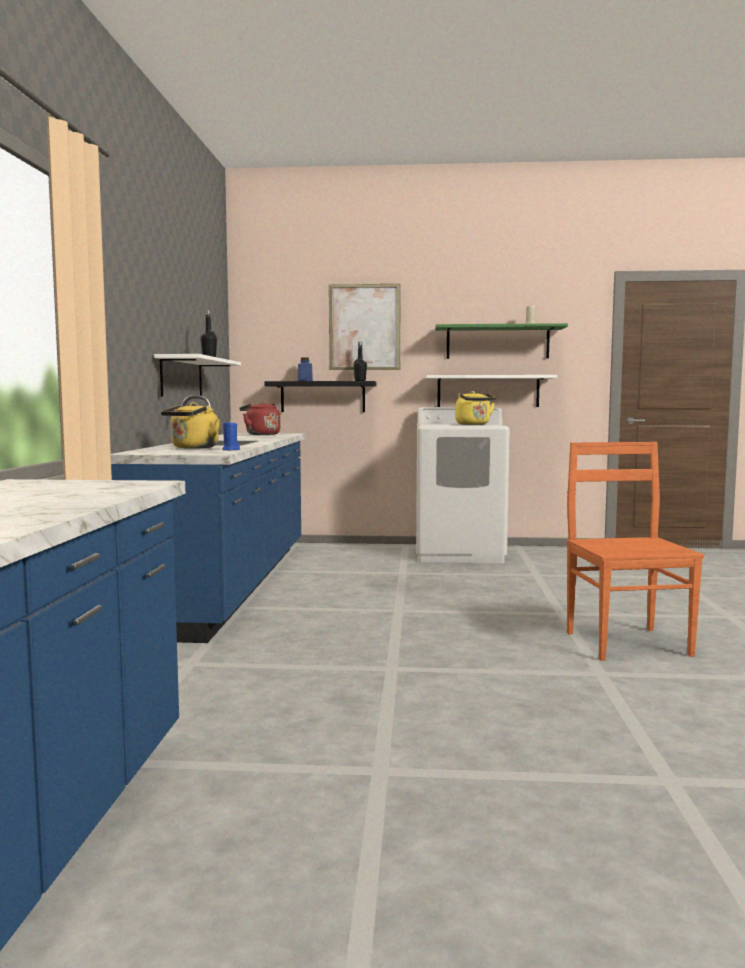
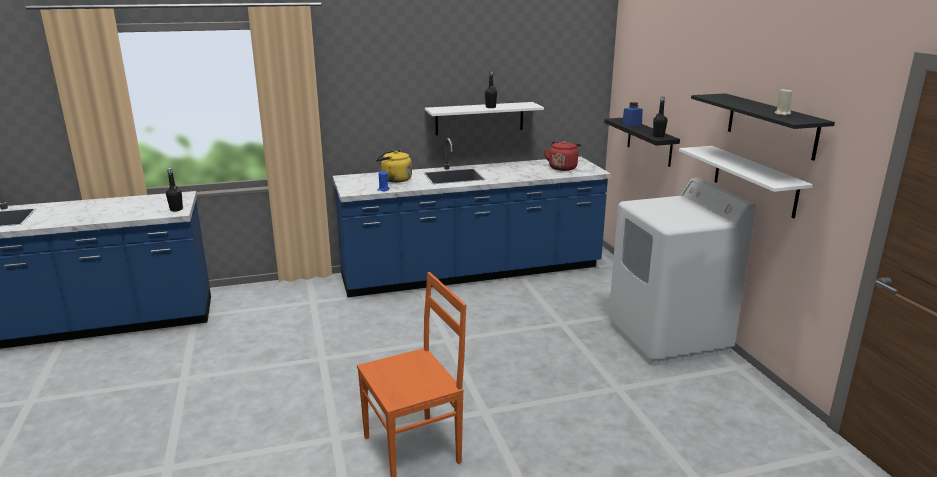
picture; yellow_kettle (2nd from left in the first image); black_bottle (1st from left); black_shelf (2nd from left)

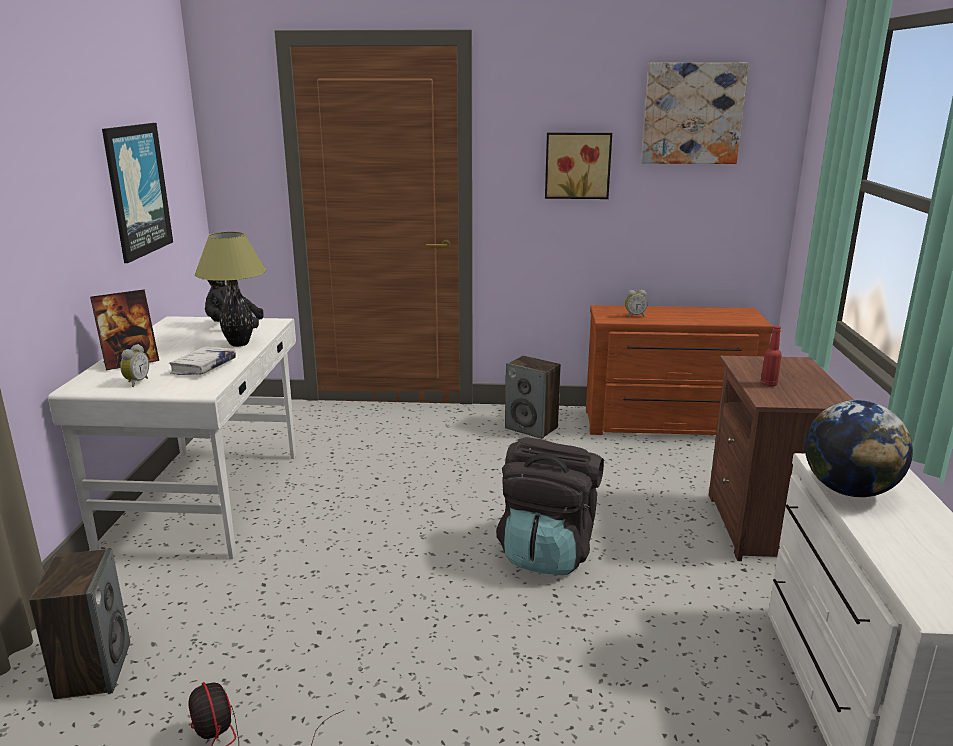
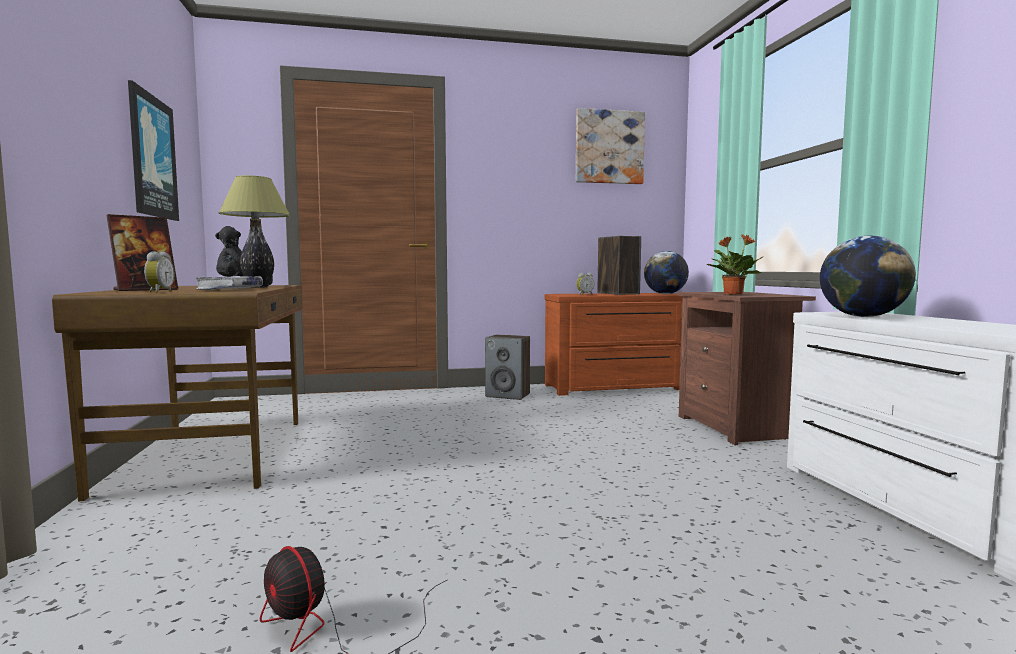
black_backpack; picture (2nd from left in the first image); globe (1st from left); speaker (2nd from left); potted_plant; brown_desk

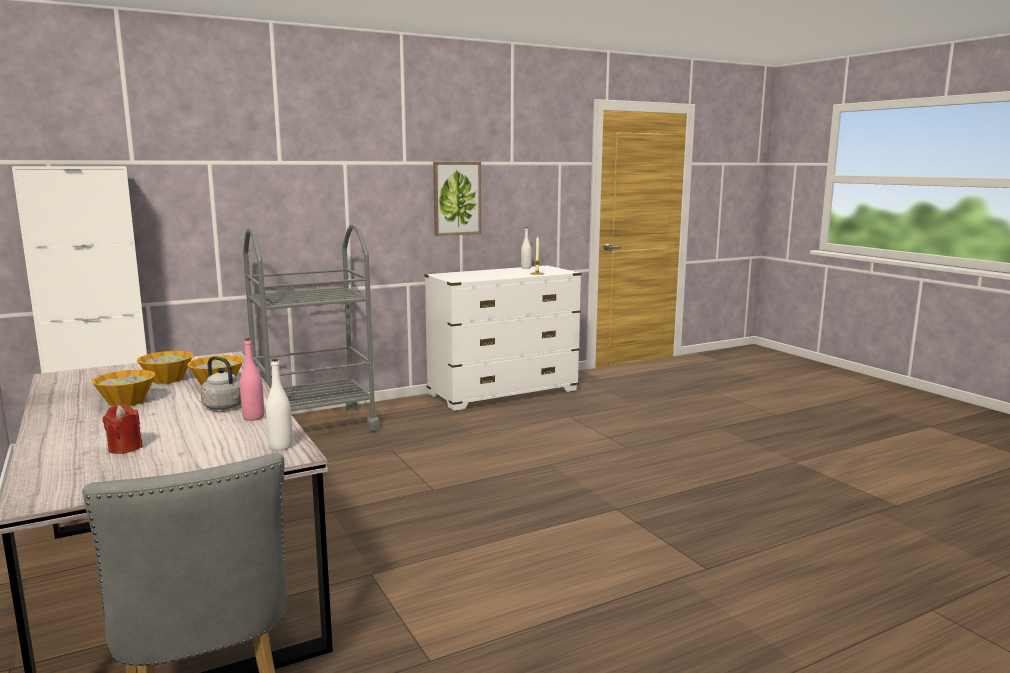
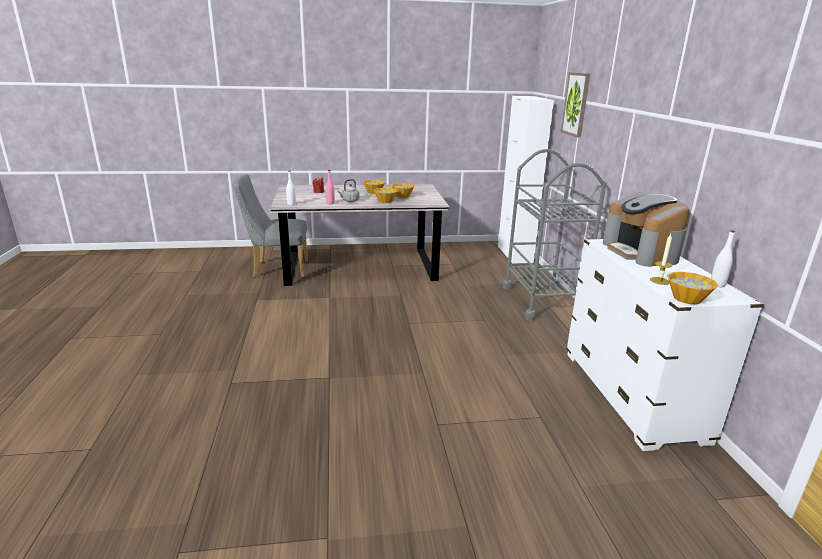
coffee_machine; bowl (4th from left); picture

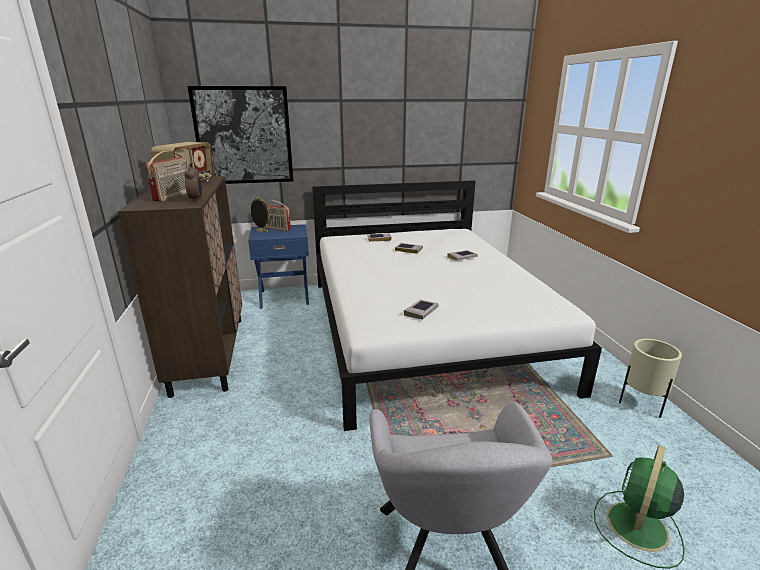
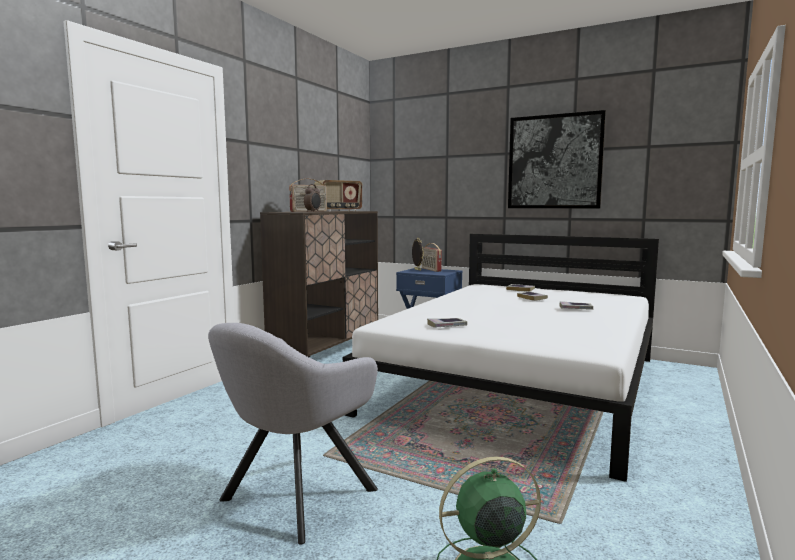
beige_planter; picture

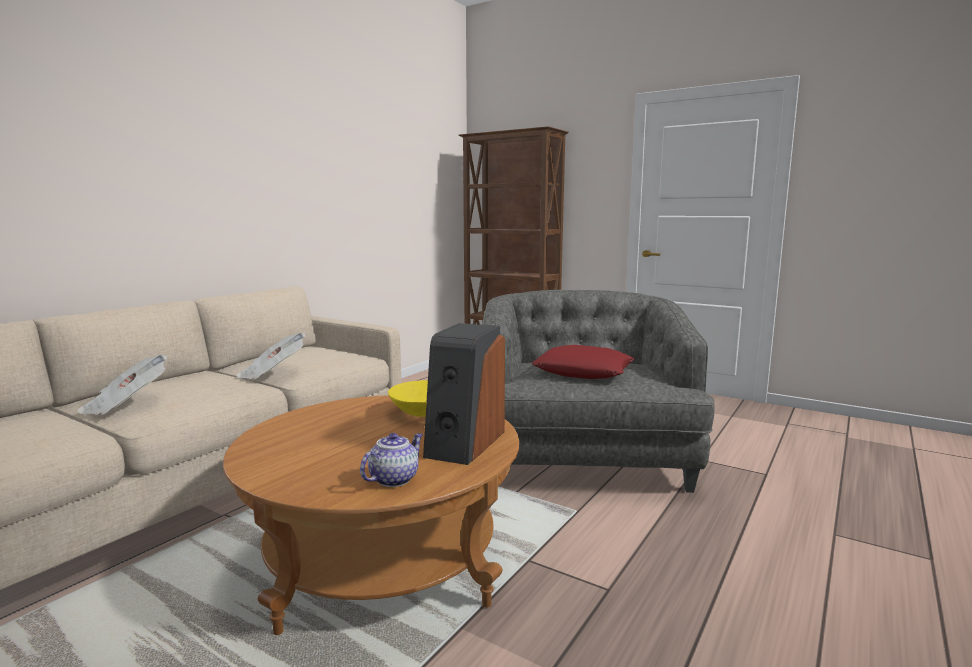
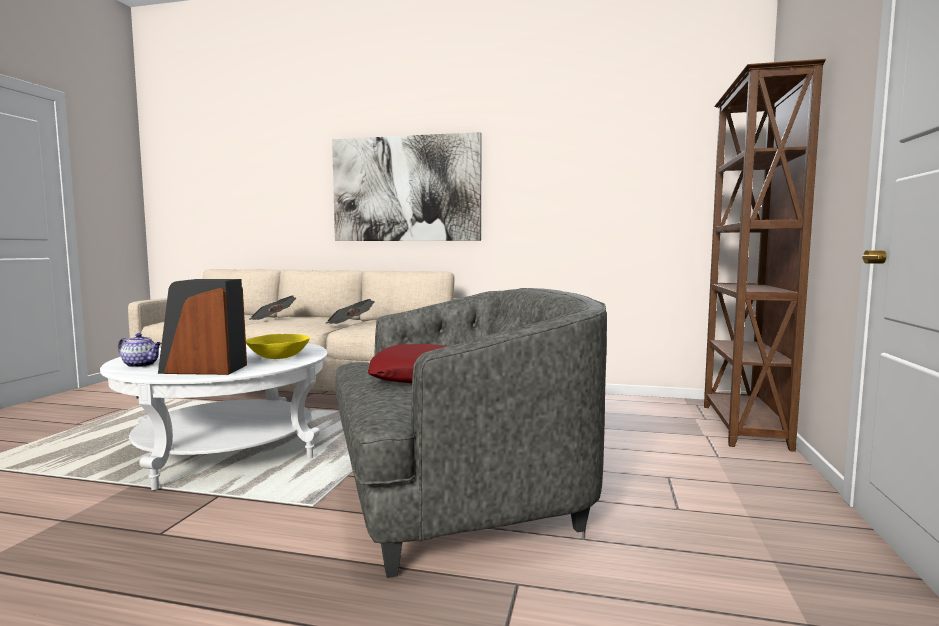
picture; white_coffee_table

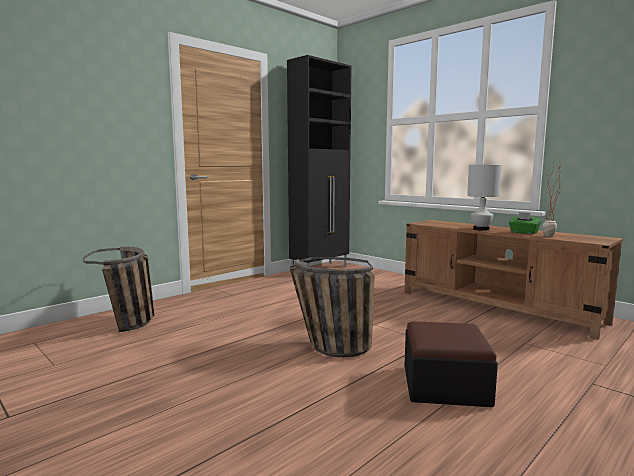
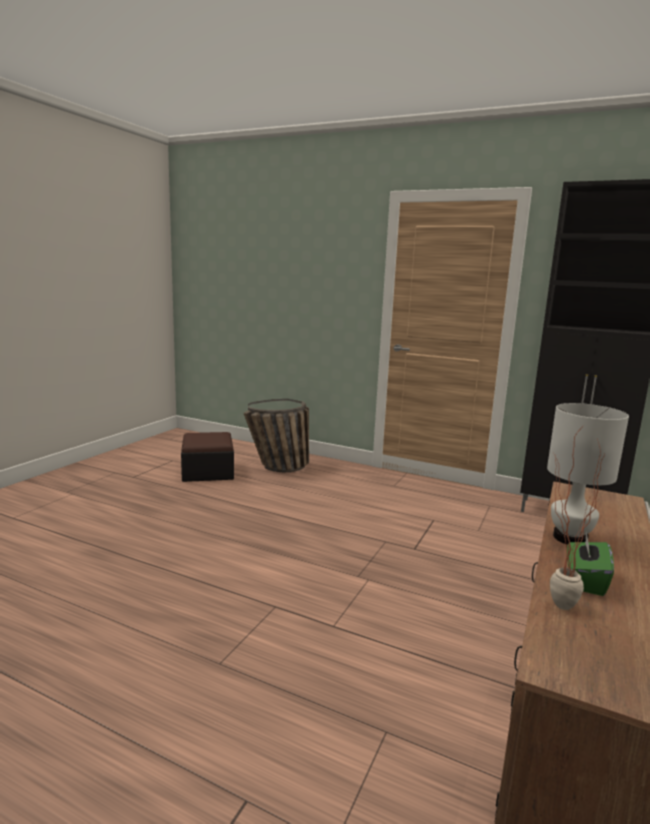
basket (2nd from left in the first image); ottoman

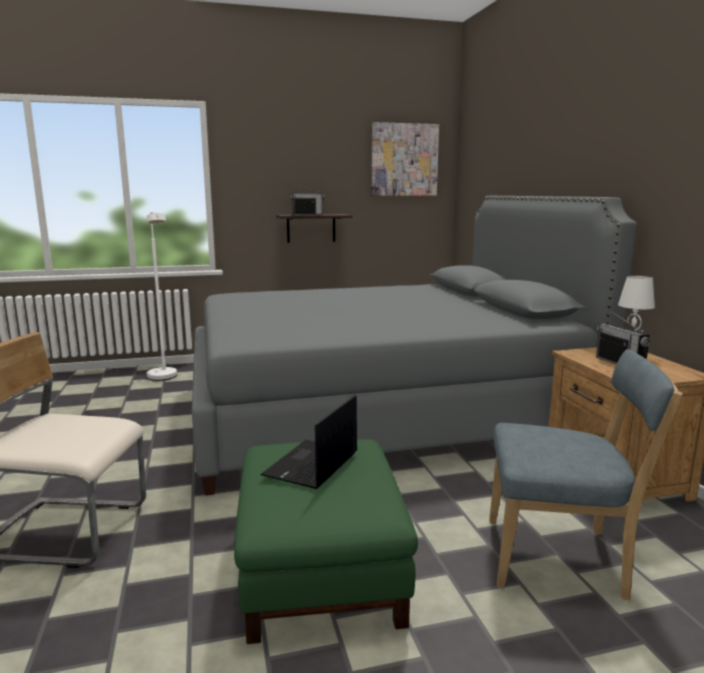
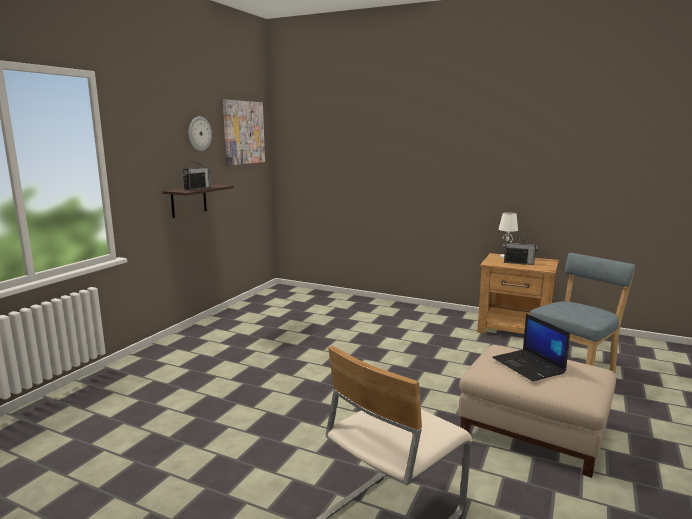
white_floor_lamp; grey_bed; wall_clock; beige_ottoman

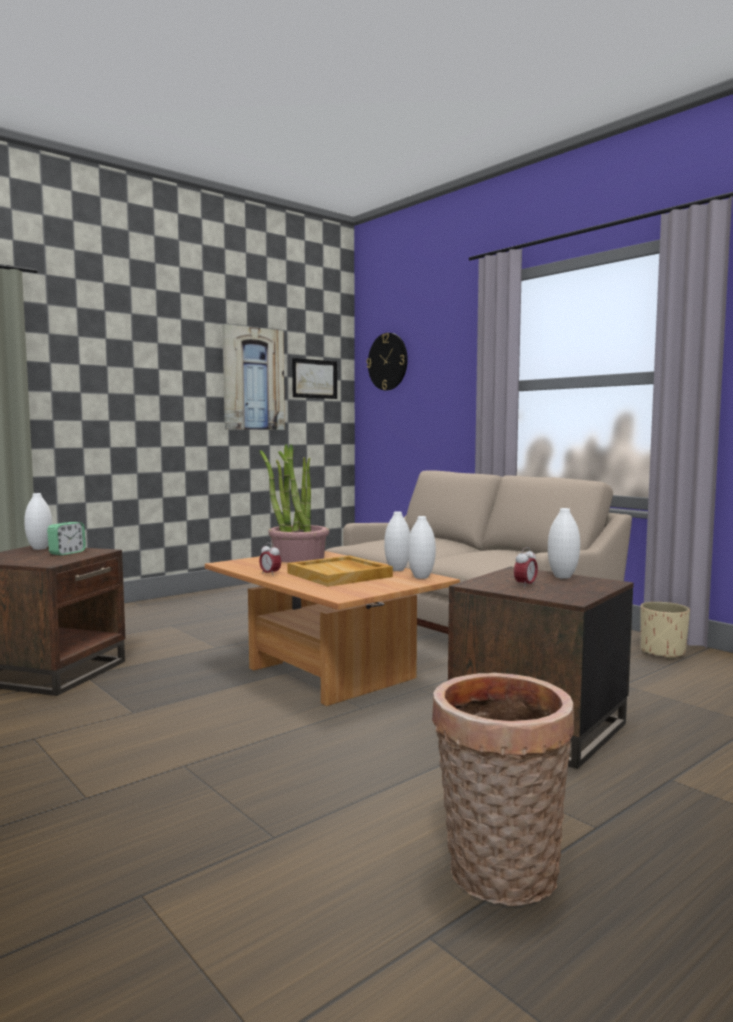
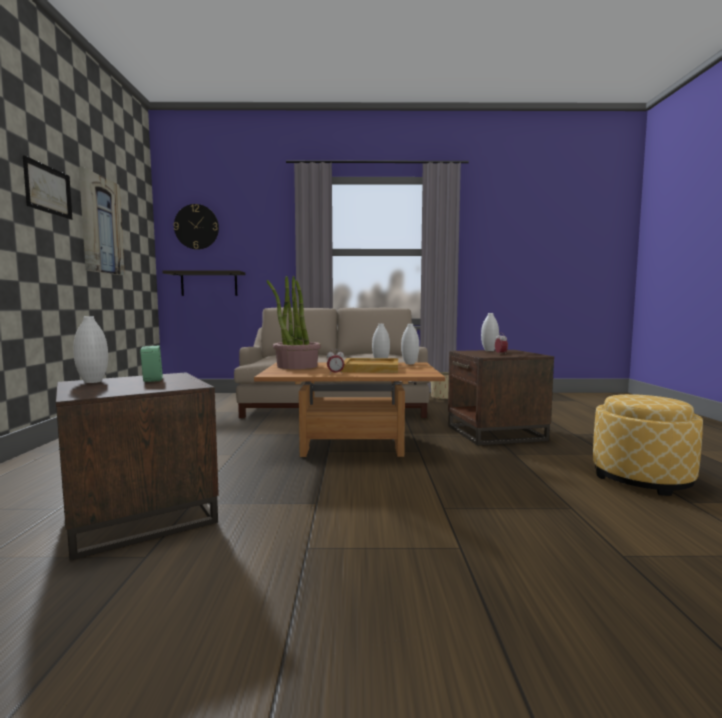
shelf; picture (1st from left); ottoman

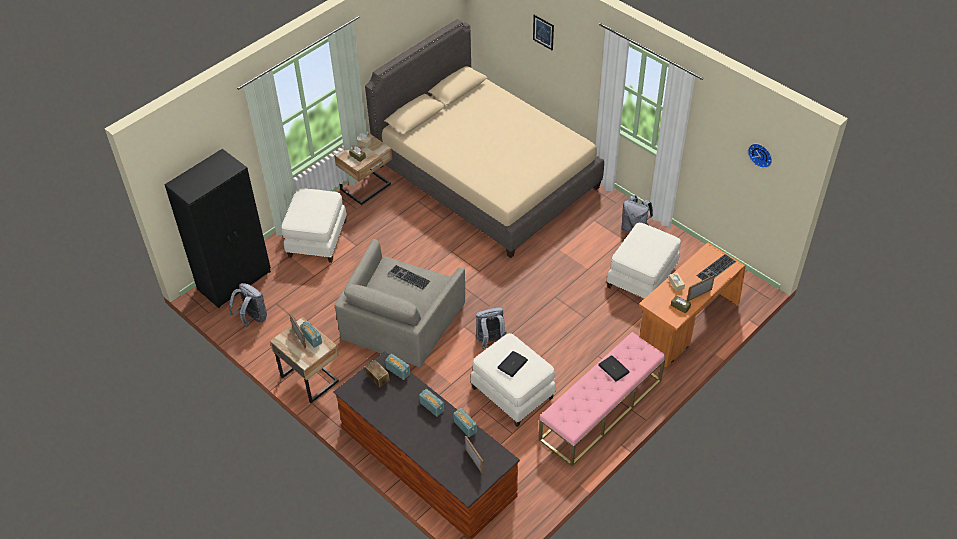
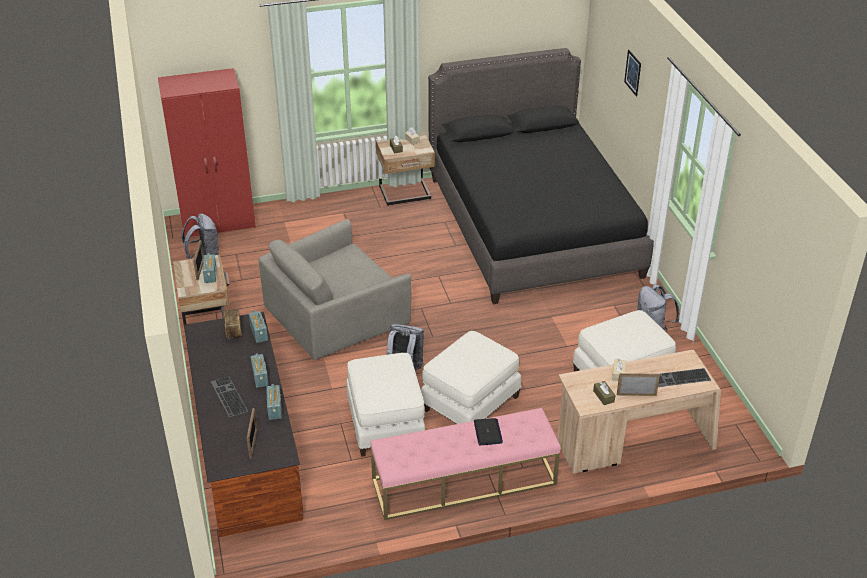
laptop (1st from left in the first image); wall_clock; white_ottoman (2nd from left); keyboard (1st from left); red_wardrobe; black_bed; beige_desk

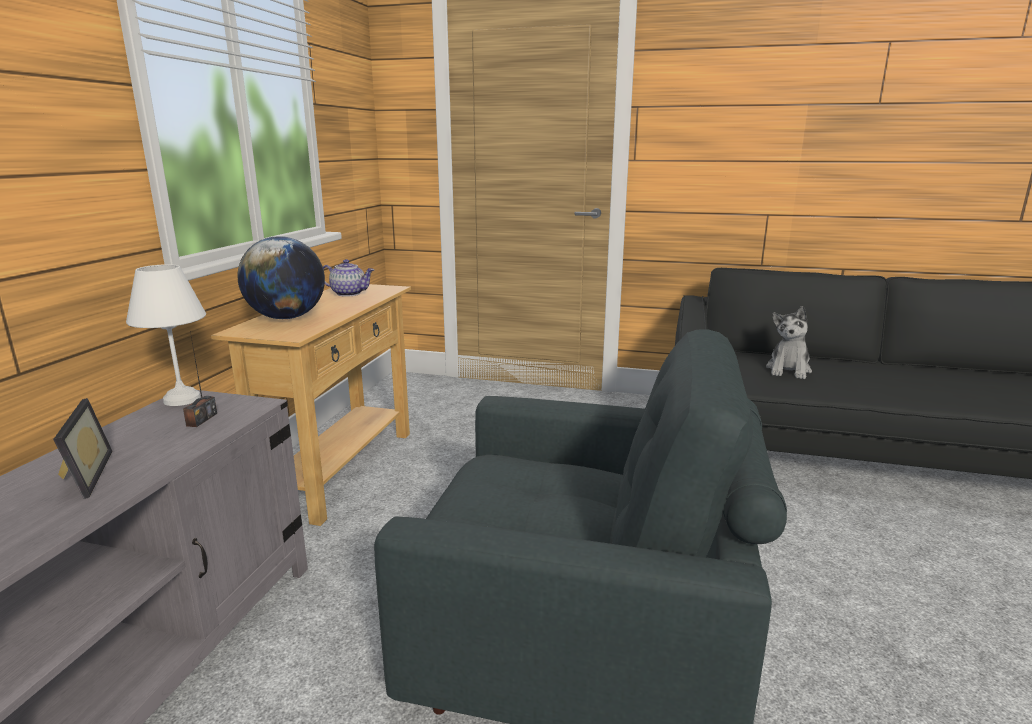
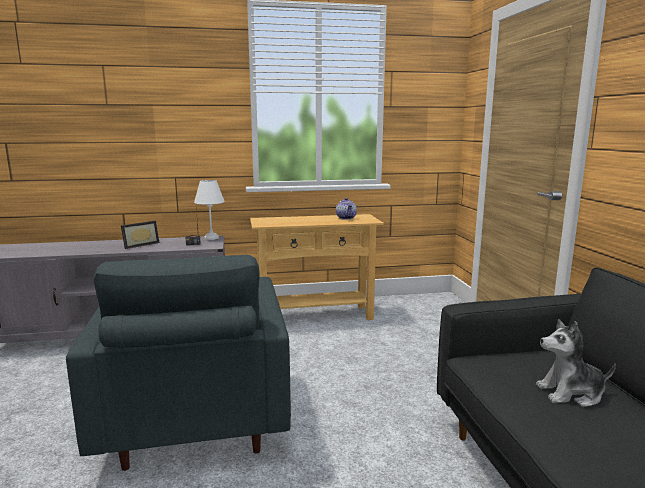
globe

